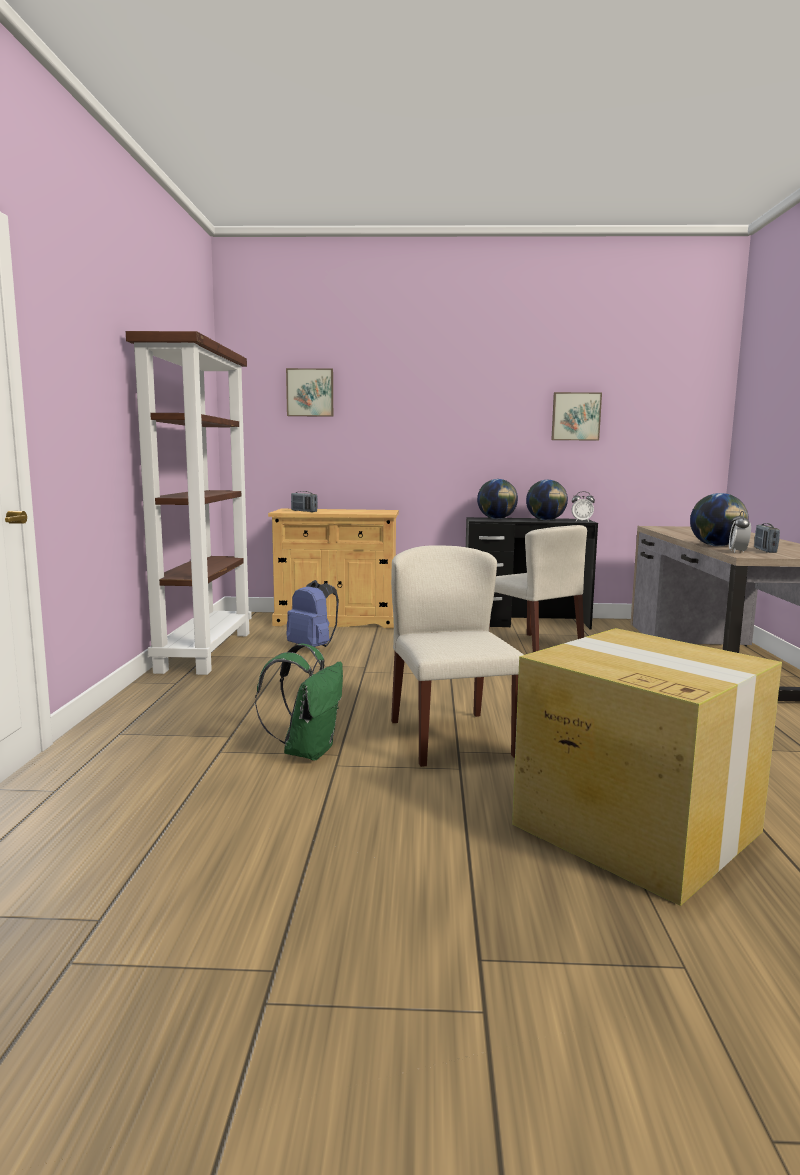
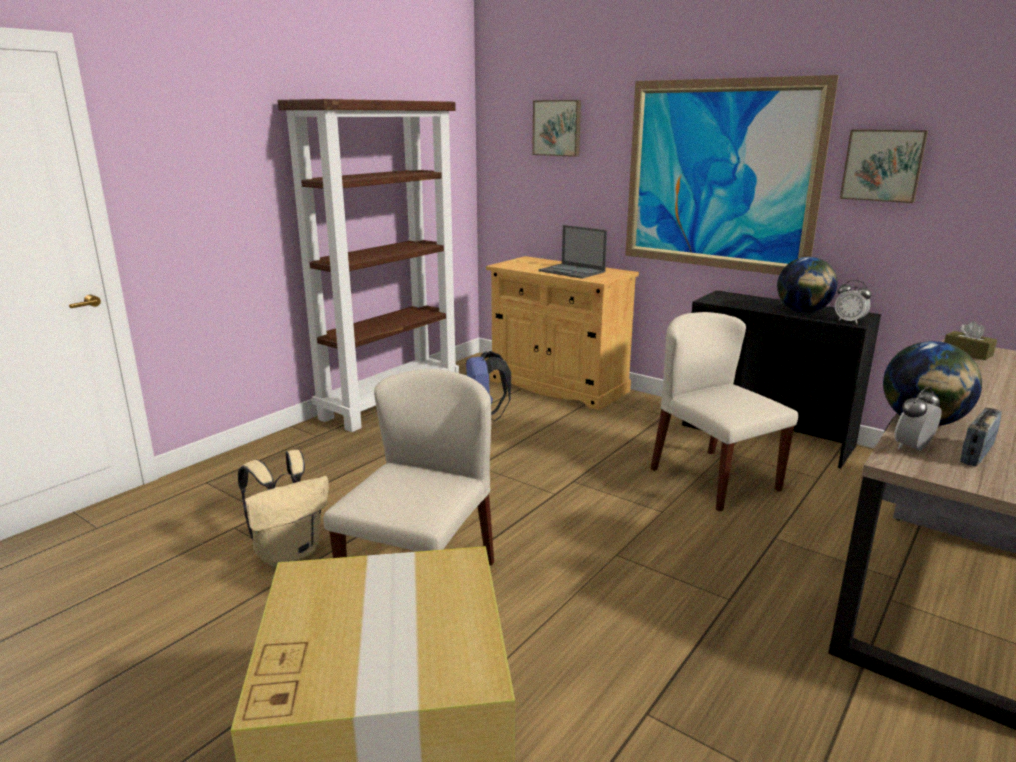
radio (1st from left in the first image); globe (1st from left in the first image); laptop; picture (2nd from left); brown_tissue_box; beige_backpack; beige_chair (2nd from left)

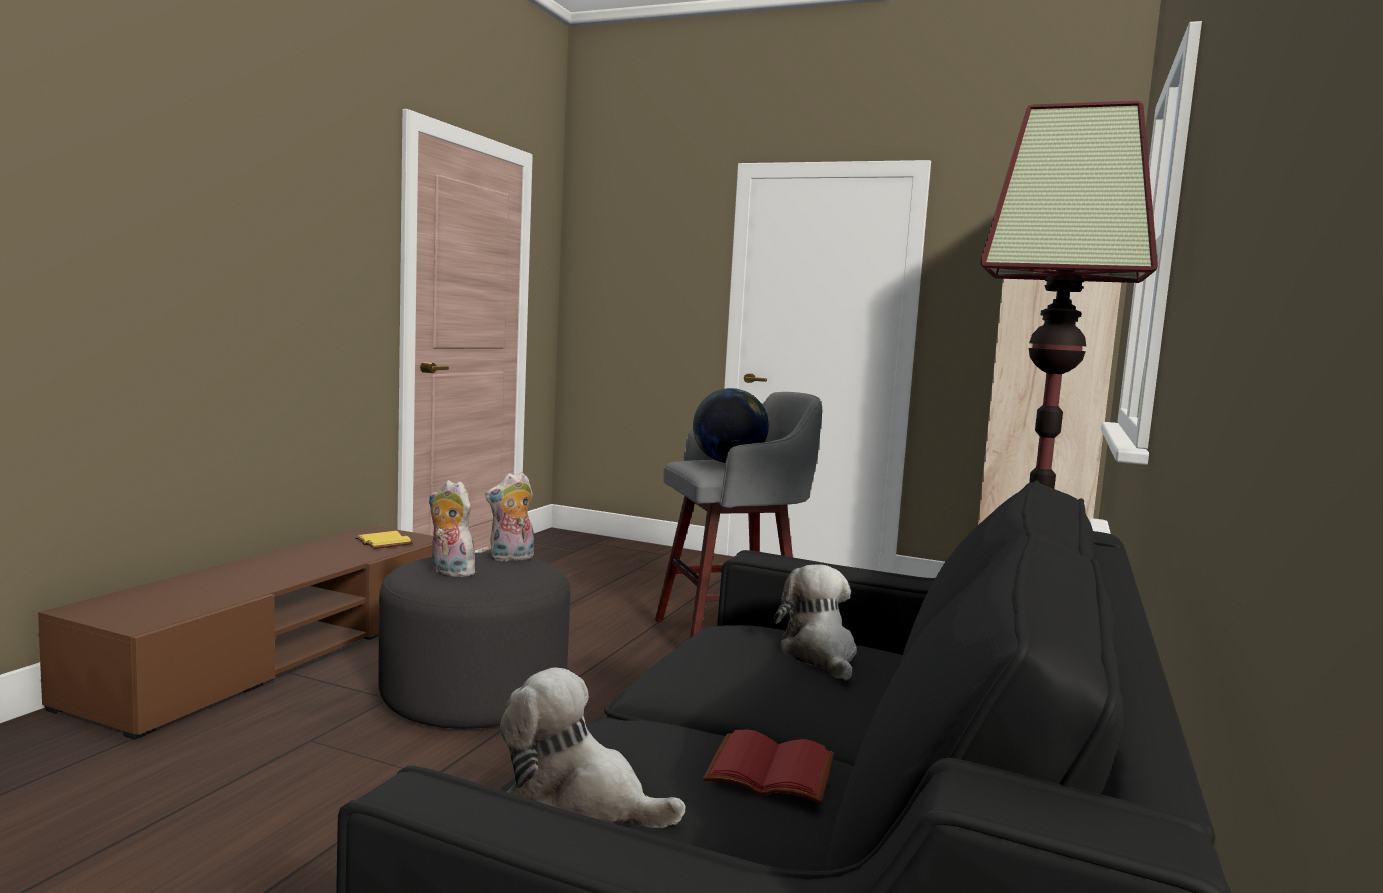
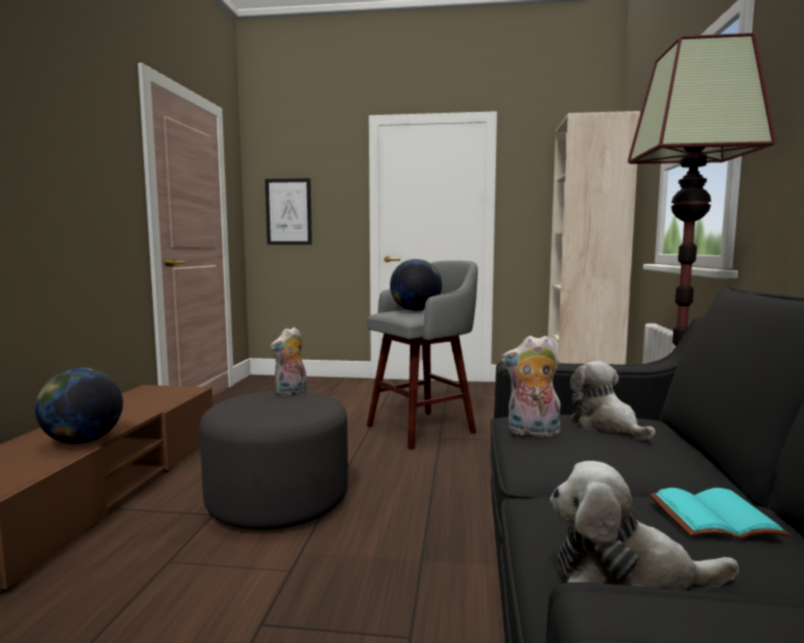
yellow_book; globe (1st from left); picture; plush_toy (2nd from left); turquoise_book

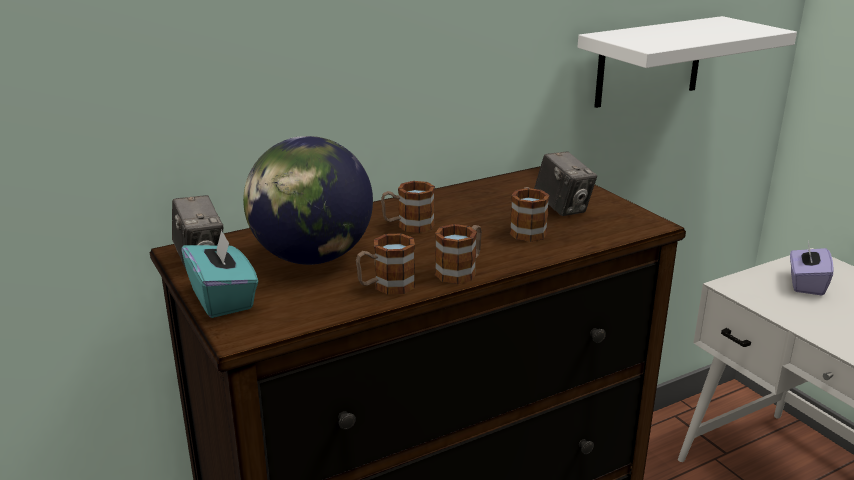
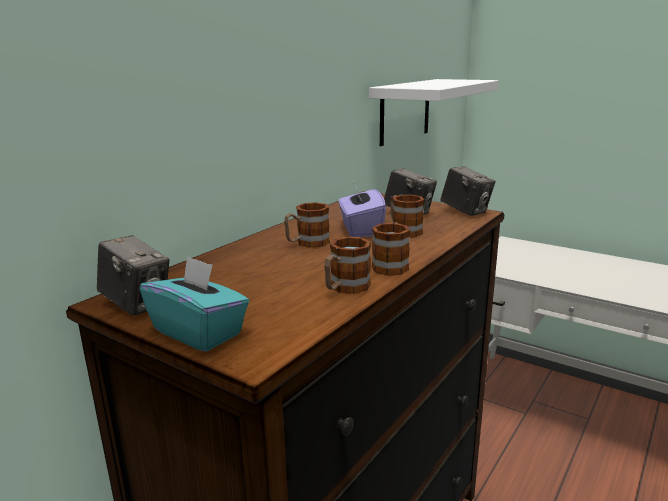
globe; photo_camera (3rd from left); purple_tissue_box

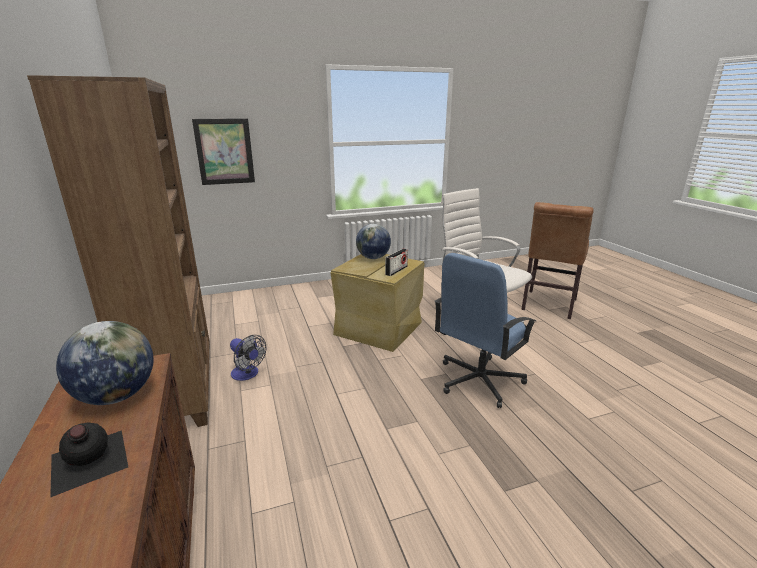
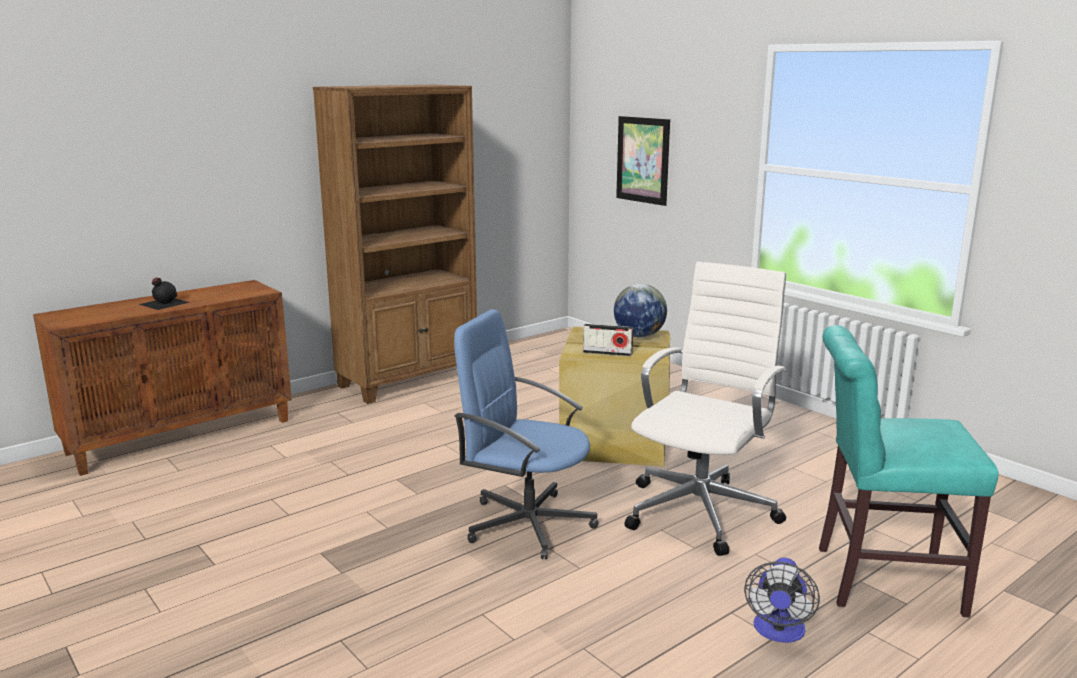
globe (1st from left in the first image); fan; turquoise_chair

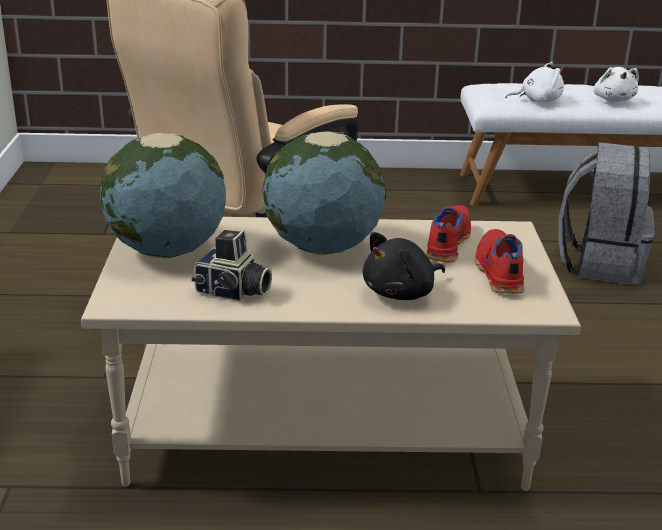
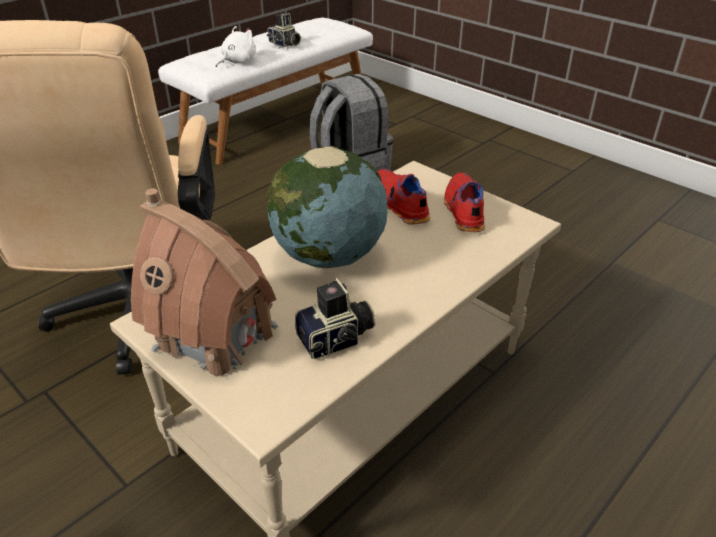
black_plush_toy; toy_house; photo_camera (1st from left); red_shoe (2nd from left)

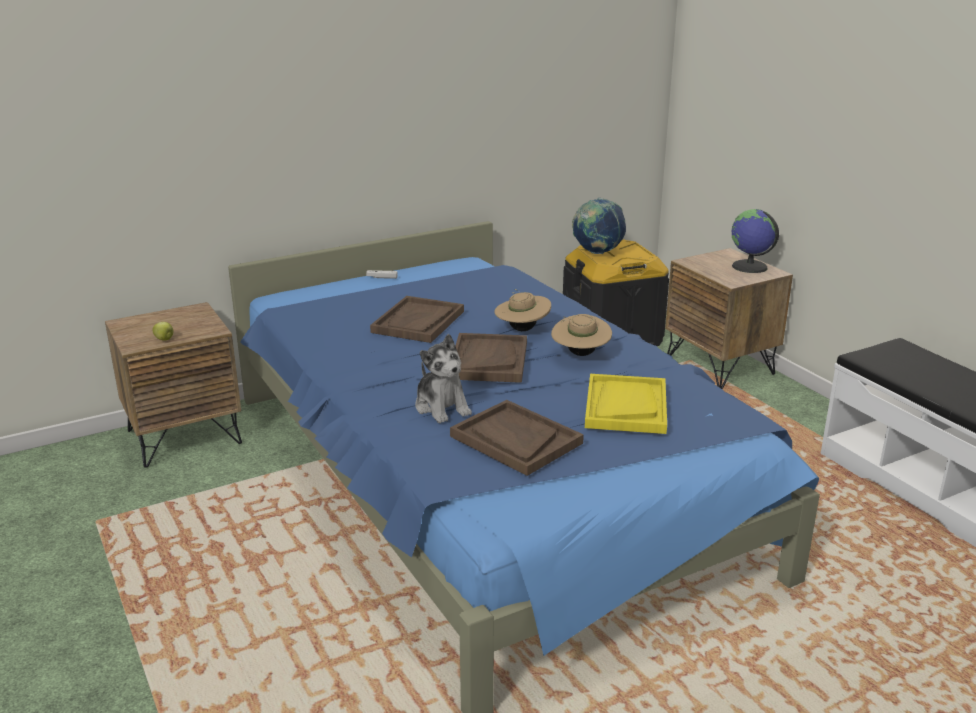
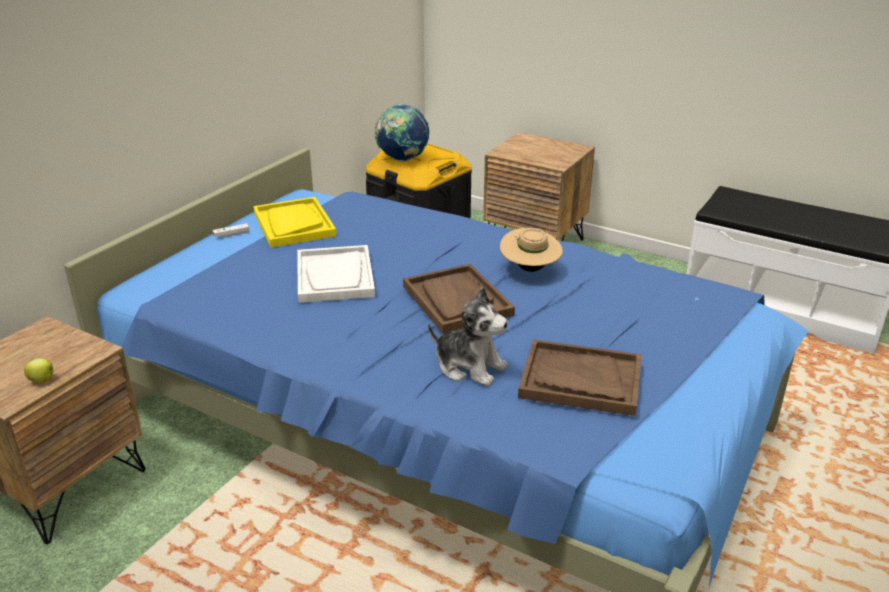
beige_hat (1st from left in the first image); globe (2nd from left in the first image); yellow_tray; white_tray

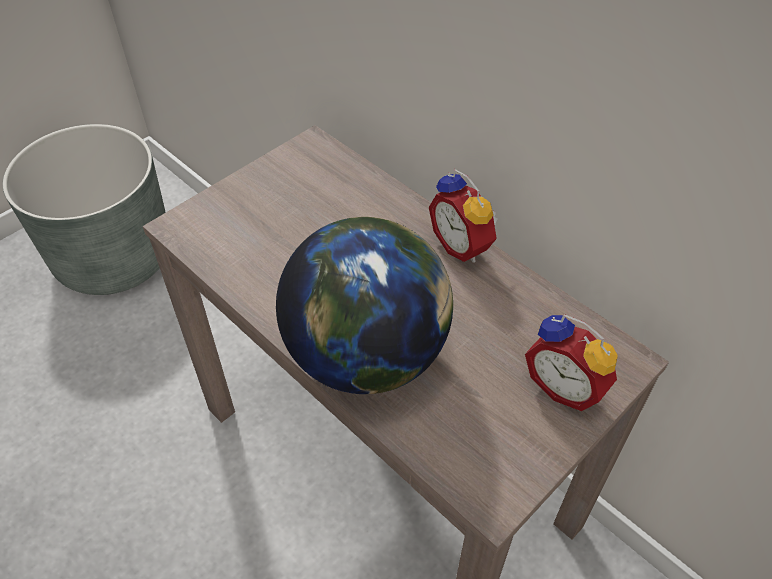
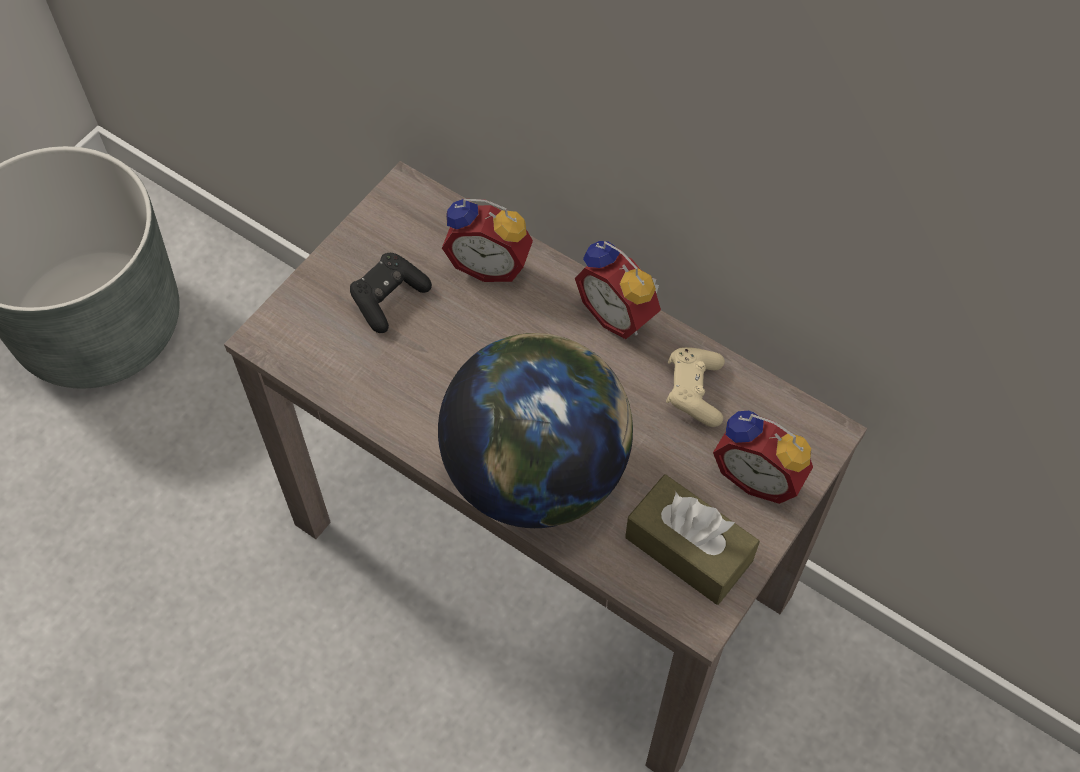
black_game_controller; alarm_clock (1st from left); brown_tissue_box; beige_game_controller

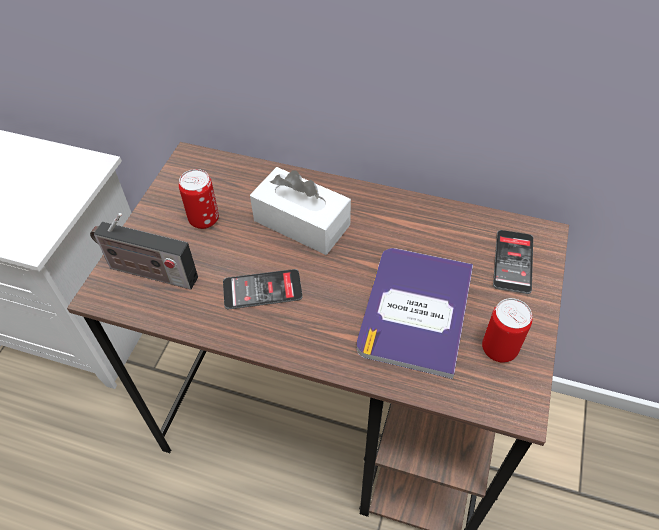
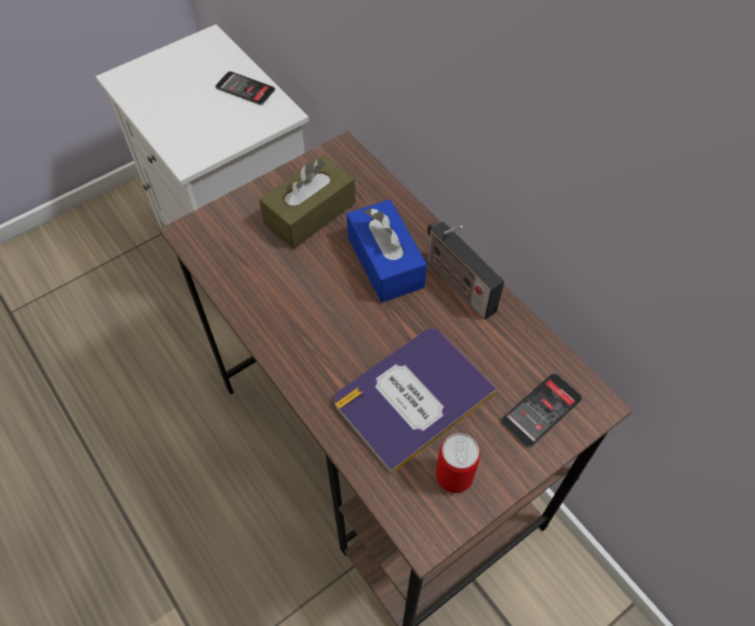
radio; phone (1st from left); brown_tissue_box; blue_tissue_box

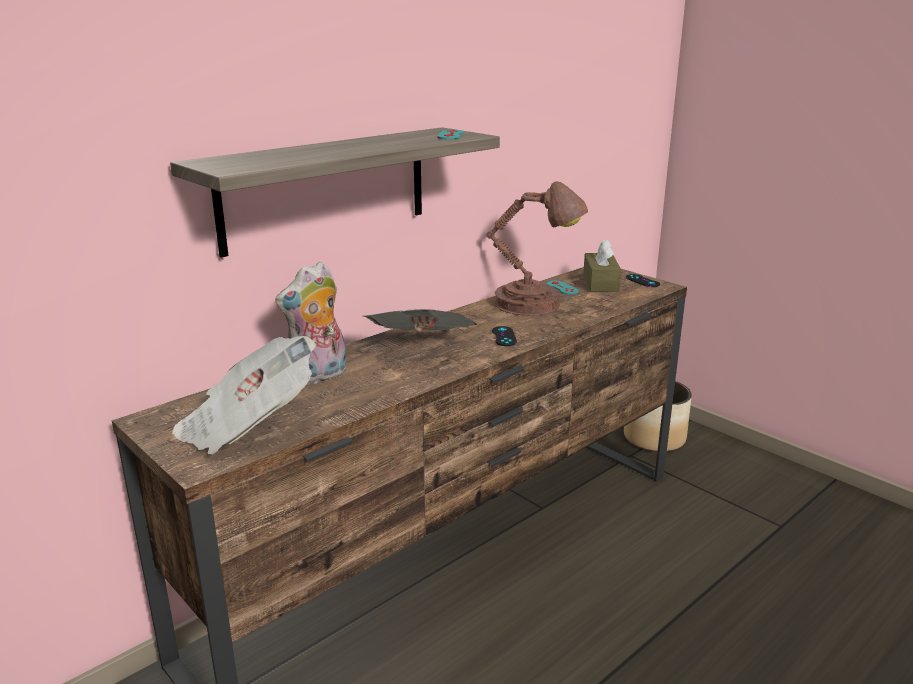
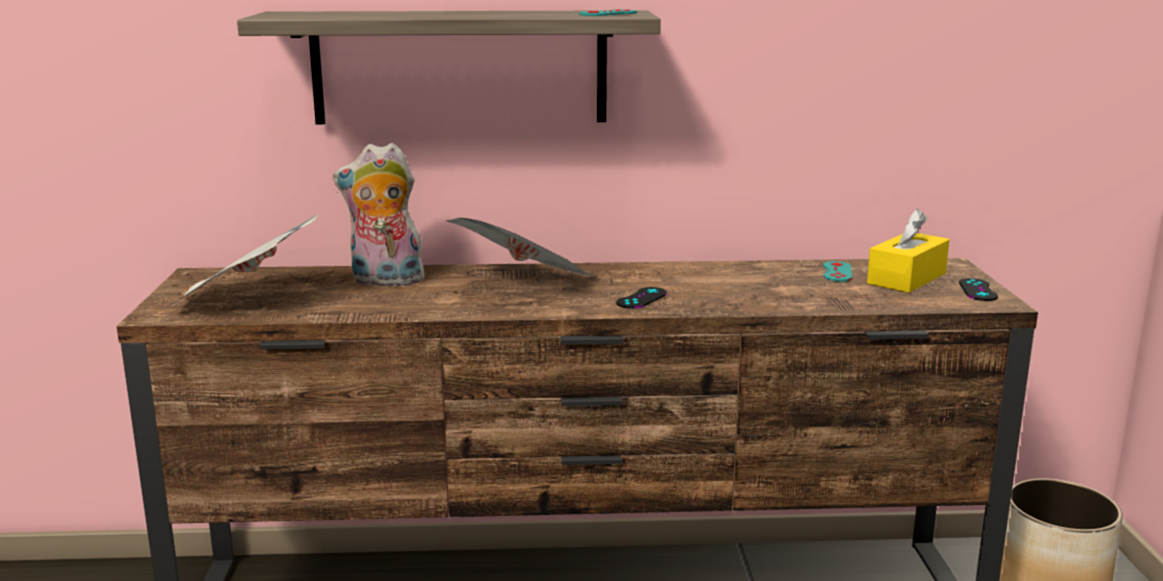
brown_table_lamp; yellow_tissue_box

